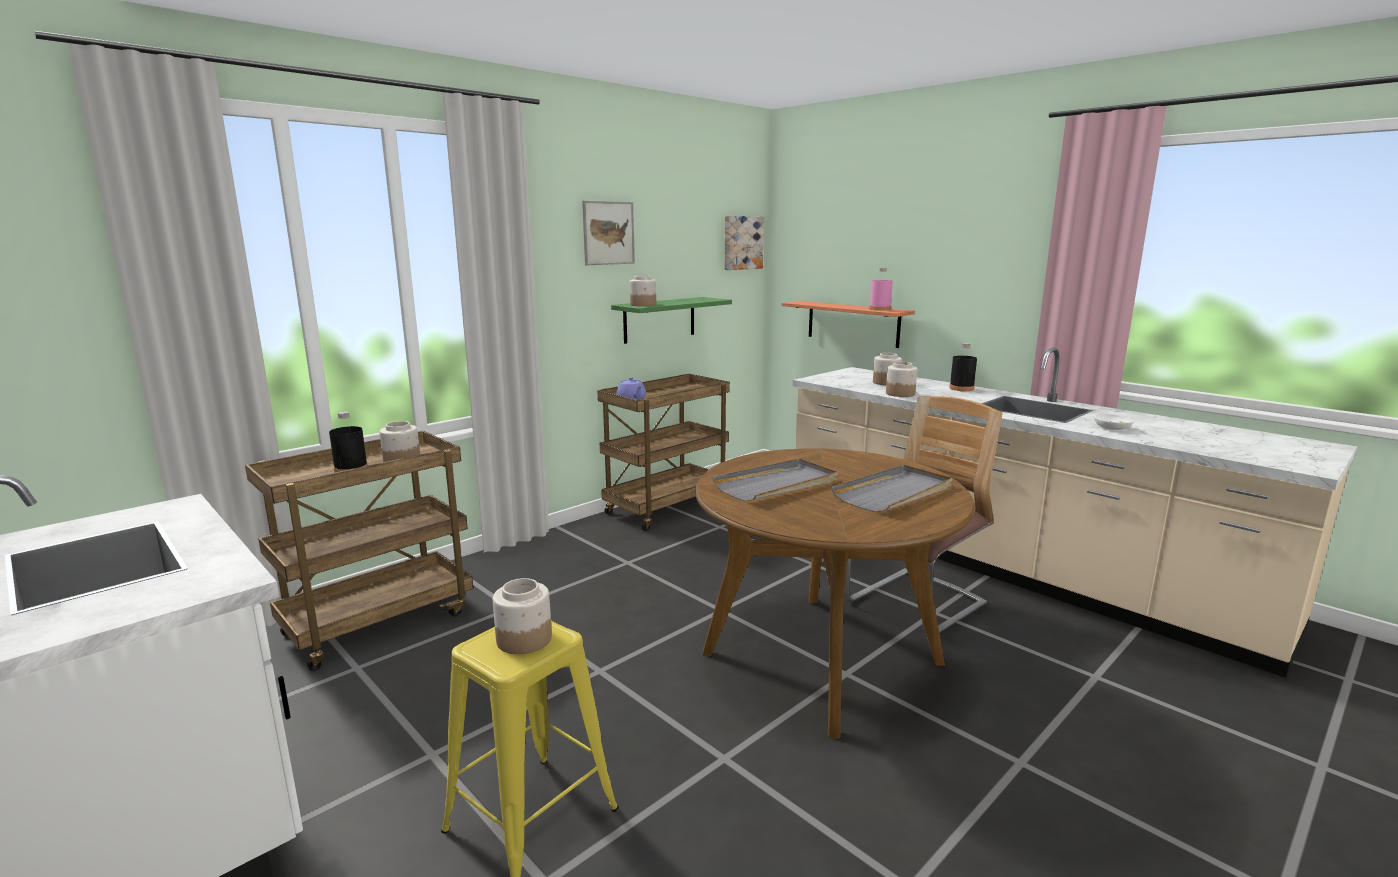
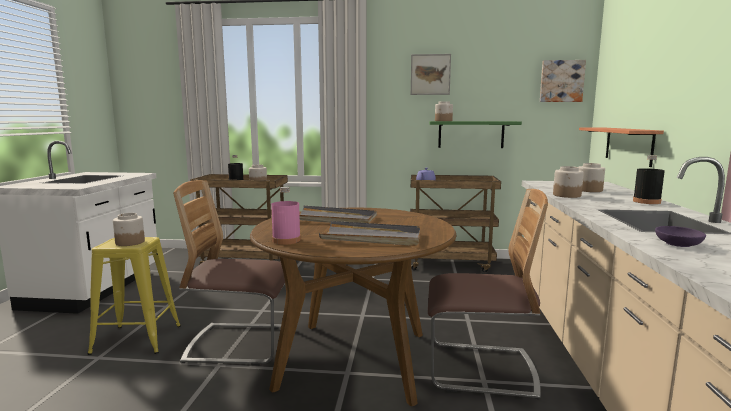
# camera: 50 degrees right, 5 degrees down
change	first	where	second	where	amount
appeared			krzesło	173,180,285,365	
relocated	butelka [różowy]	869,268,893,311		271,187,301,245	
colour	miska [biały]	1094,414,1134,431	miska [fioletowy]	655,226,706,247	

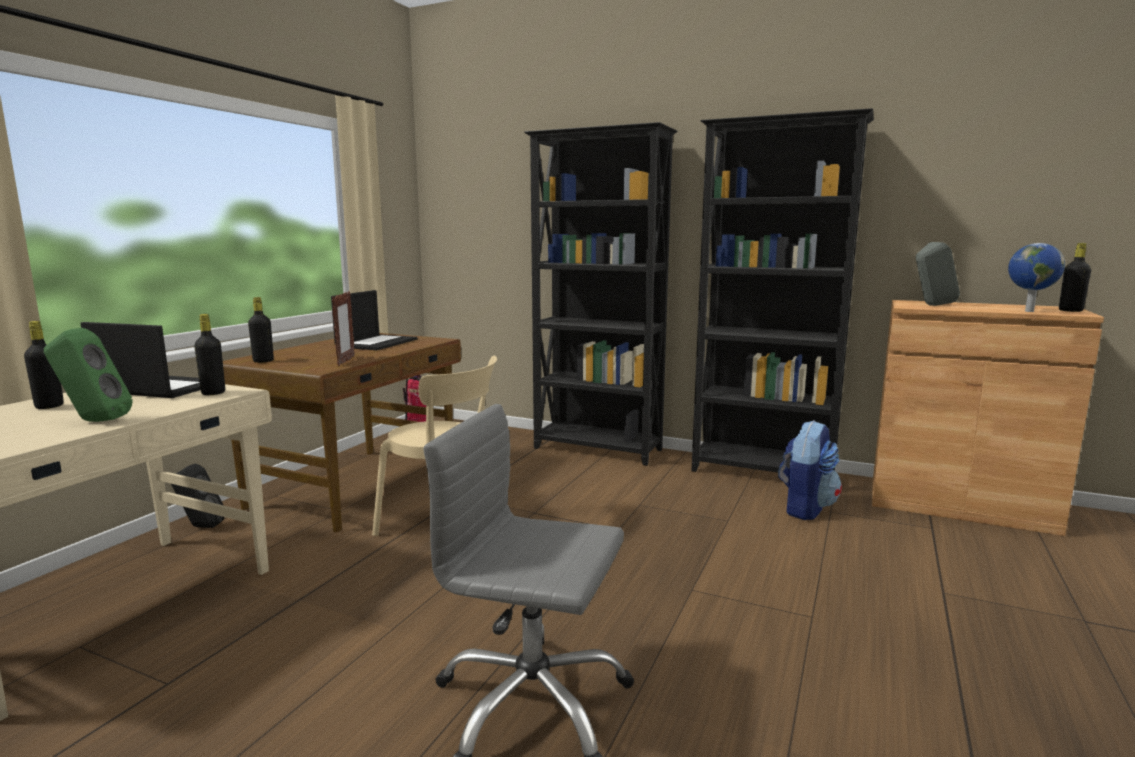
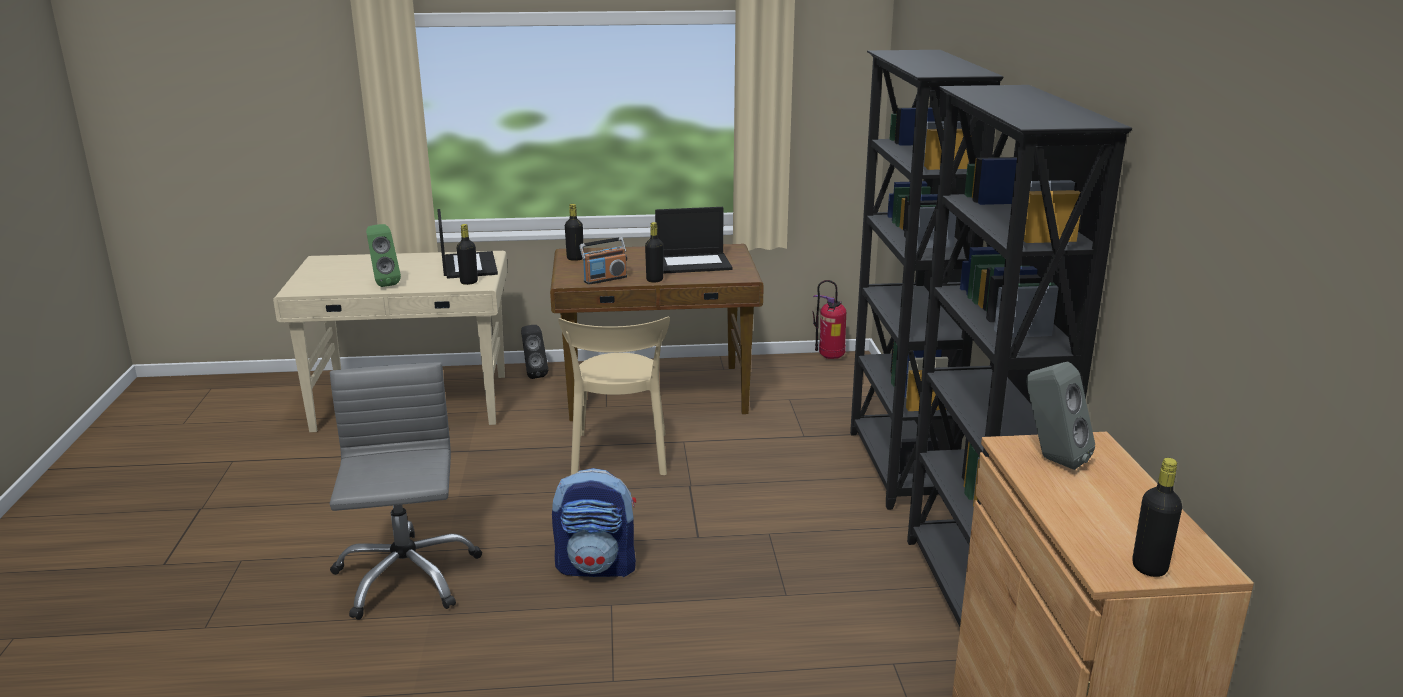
# camera: 60 degrees right, 10 degrees up
change	first	where	second	where	amount
relocated	plecak	778,420,842,520		552,468,636,577	
exchanged	ramka na zdjęcie	332,291,355,366	radio	579,237,627,285	
relocated	butelka [czarny]	24,321,64,409		645,222,663,283	
missing	globus	1008,243,1065,312			

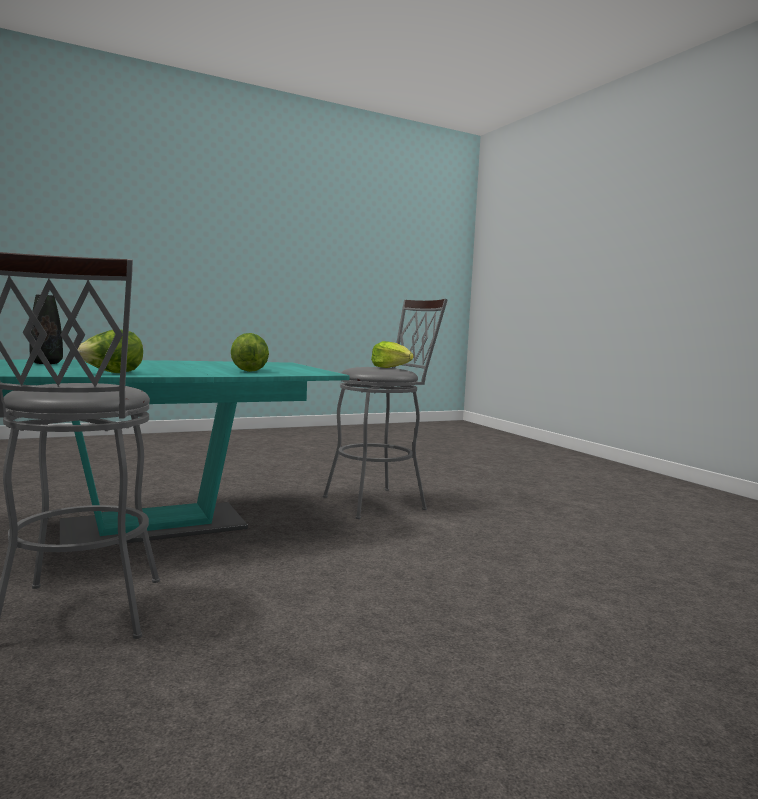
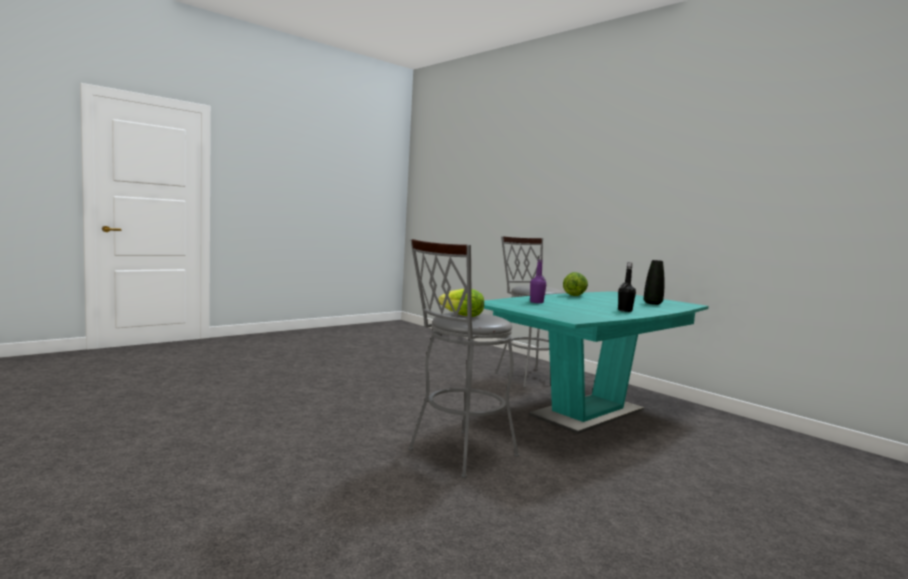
# camera: 165 degrees right, 0 degrees up
change	first	where	second	where	amount
exchanged	sałata	231,333,269,372	butelka [fioletowy]	530,255,547,303	
appeared			butelka [czarny]	618,262,636,312	

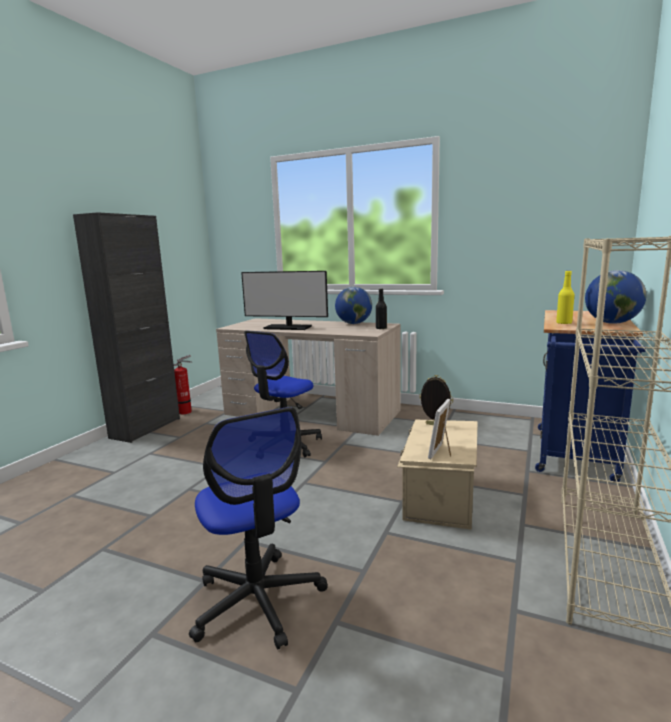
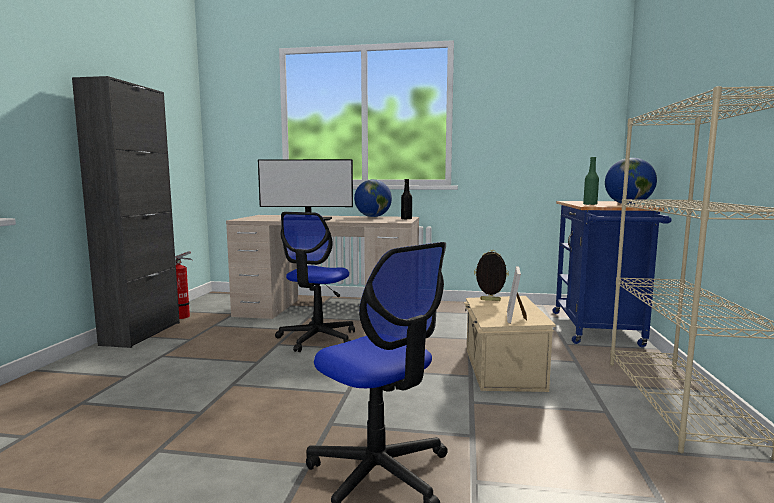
# camera: 15 degrees left, 5 degrees down
change	first	where	second	where	amount
colour	butelka [żółty]	556,271,575,324	butelka [zielony]	583,157,599,205	

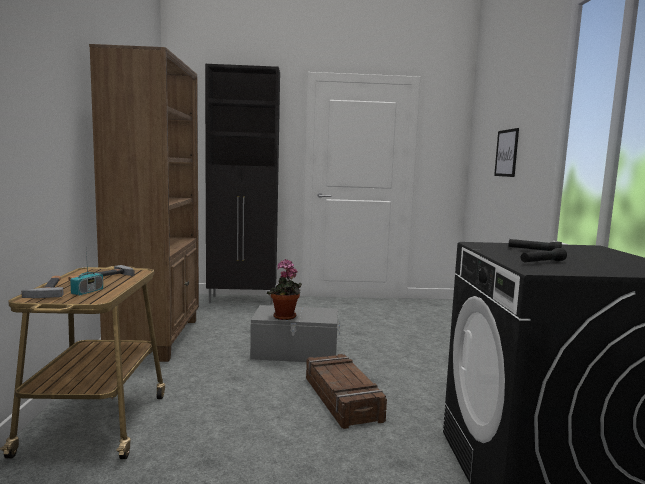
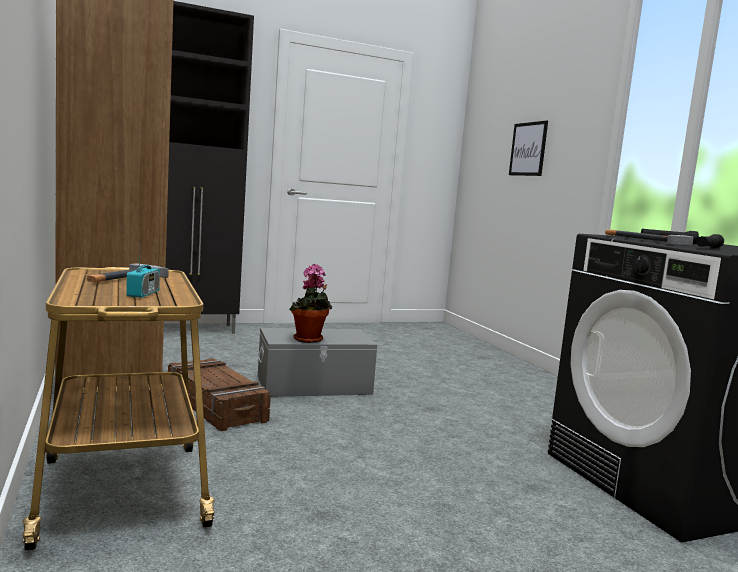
# camera: 20 degrees left, 0 degrees up
change	first	where	second	where	amount
relocated	skrzynka	306,354,387,429		168,358,271,431	
relocated	młotek	21,276,64,298		605,230,694,246	

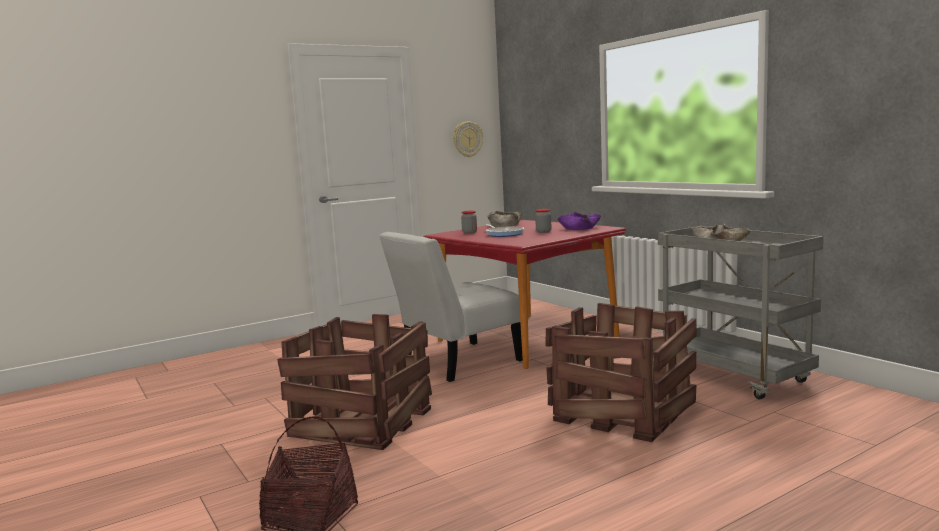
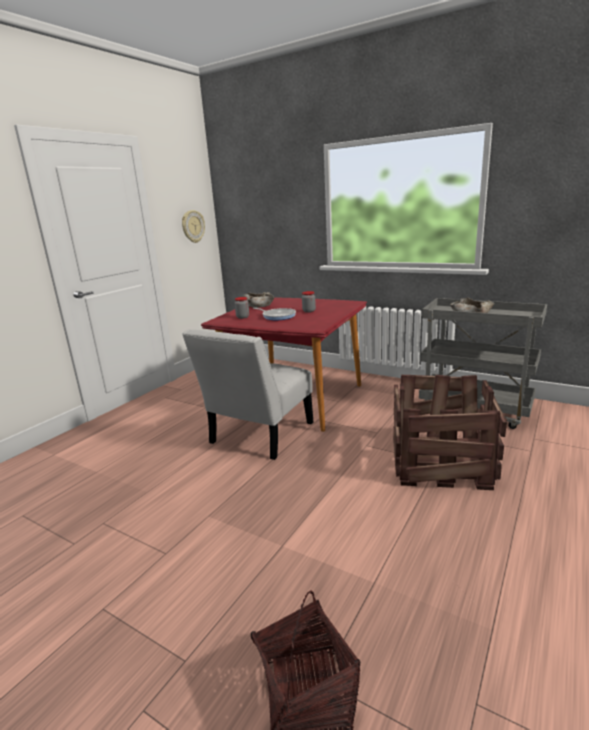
# camera: 25 degrees left, 10 degrees up
change	first	where	second	where	amount
missing	skrzynka	277,314,432,450			
missing	miska [fioletowy]	557,212,601,230			

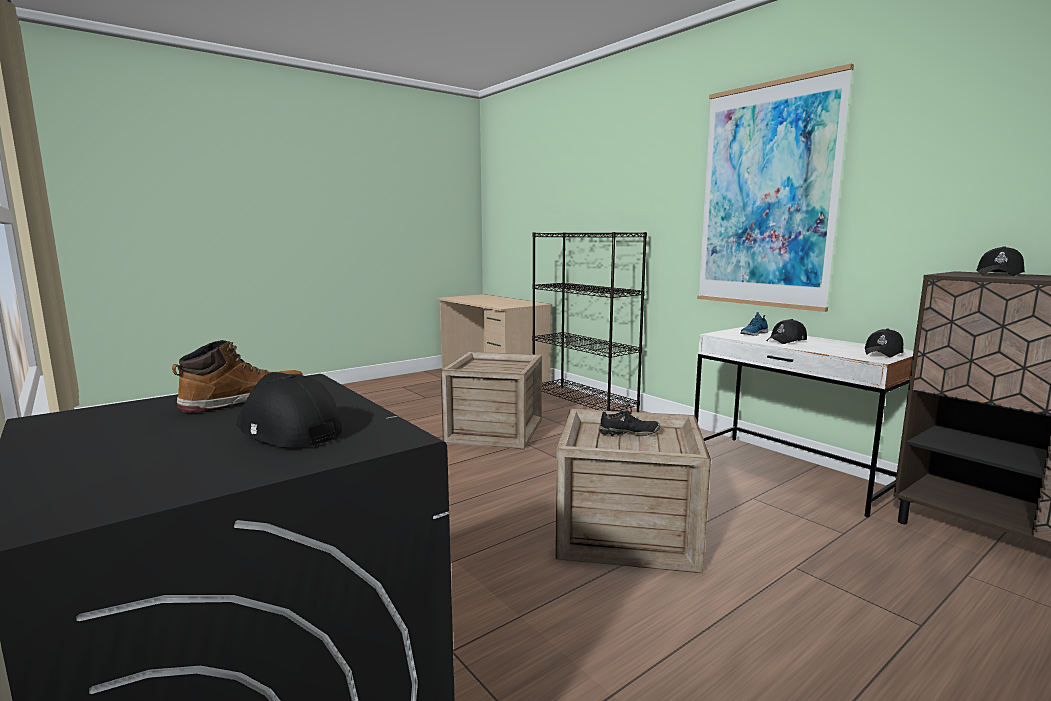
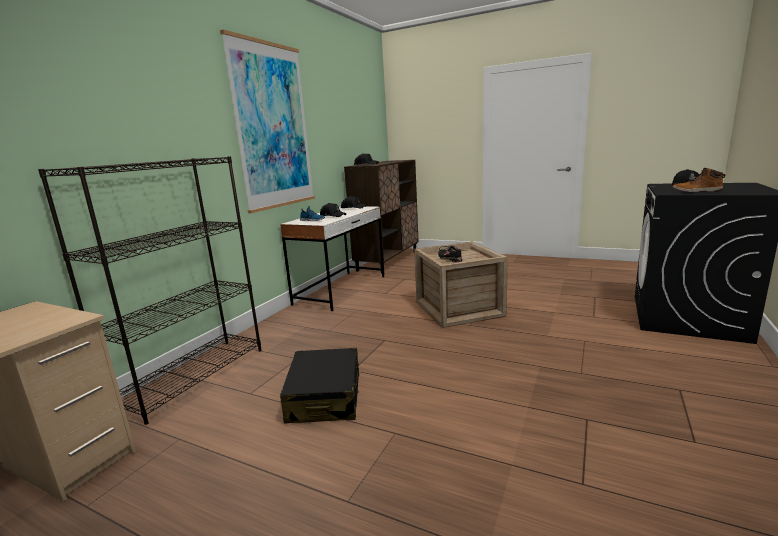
# camera: 115 degrees left, 5 degrees up
change	first	where	second	where	amount
exchanged	skrzynka	441,352,542,449	walizka [czarny]	280,348,359,423	

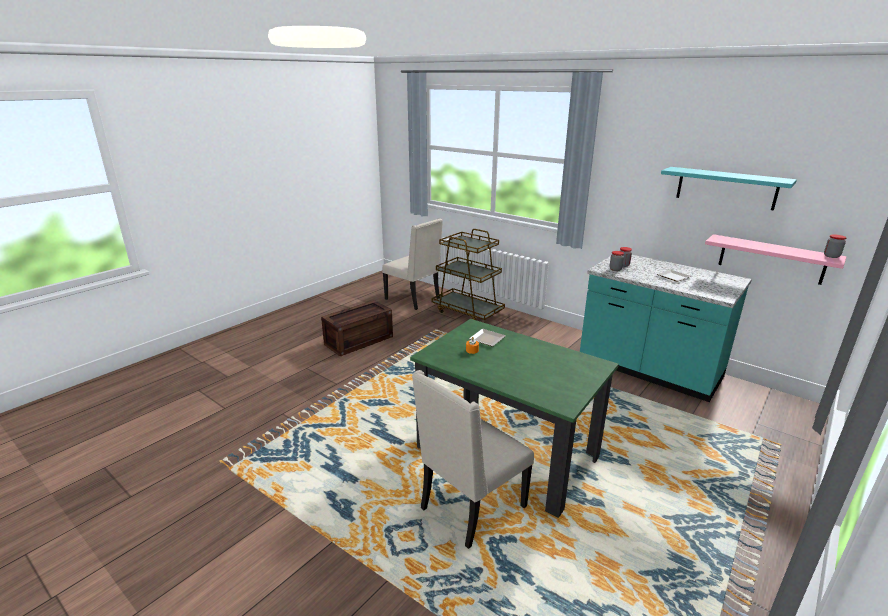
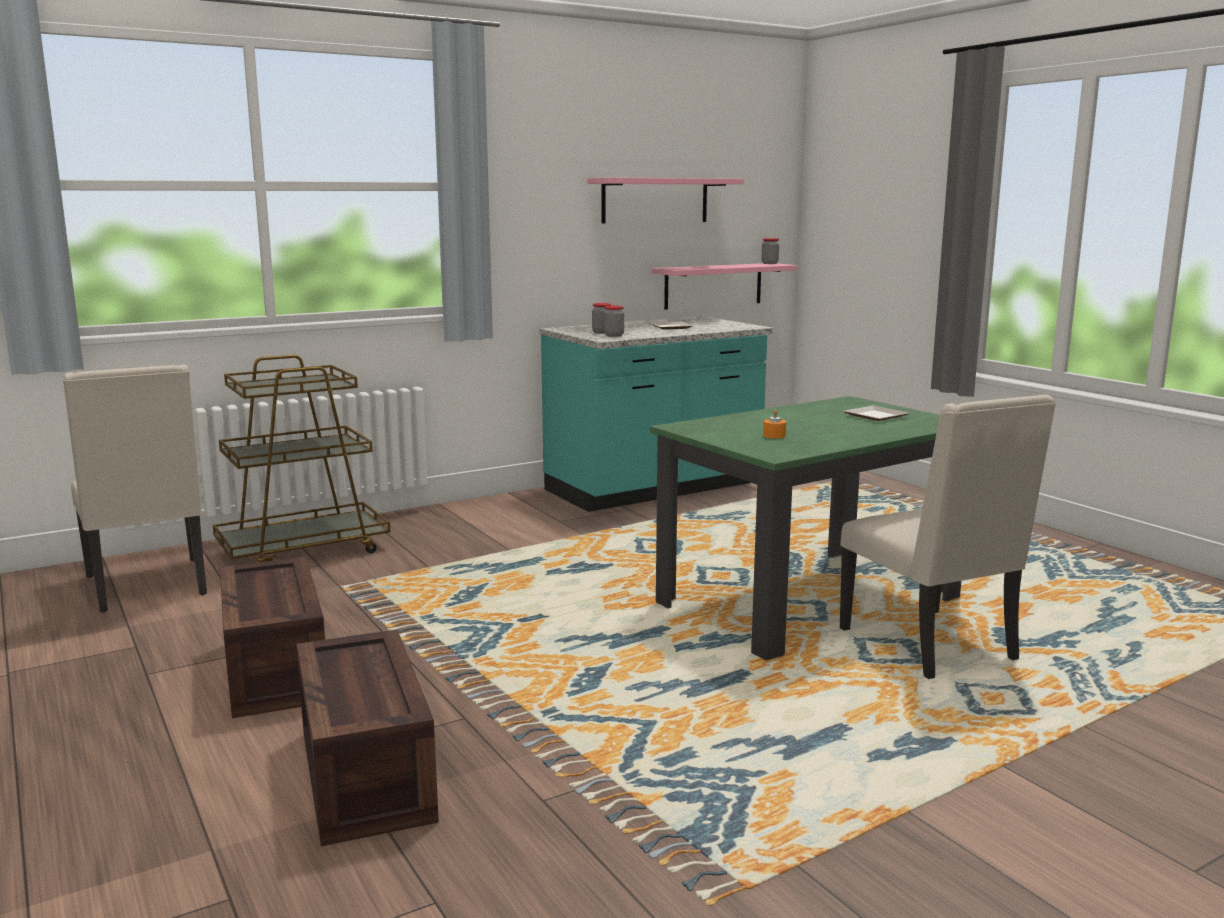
# camera: 70 degrees left, 10 degrees down
change	first	where	second	where	amount
spun	krzesło [beżowy]	382,218,443,310		63,365,207,612	90 degrees clockwise
appeared			skrzynka	296,630,439,846	
colour	półka [turkusowy]	661,167,797,211	półka [różowy]	587,177,744,224	
relocated	talerz	469,329,506,347		843,405,910,421	

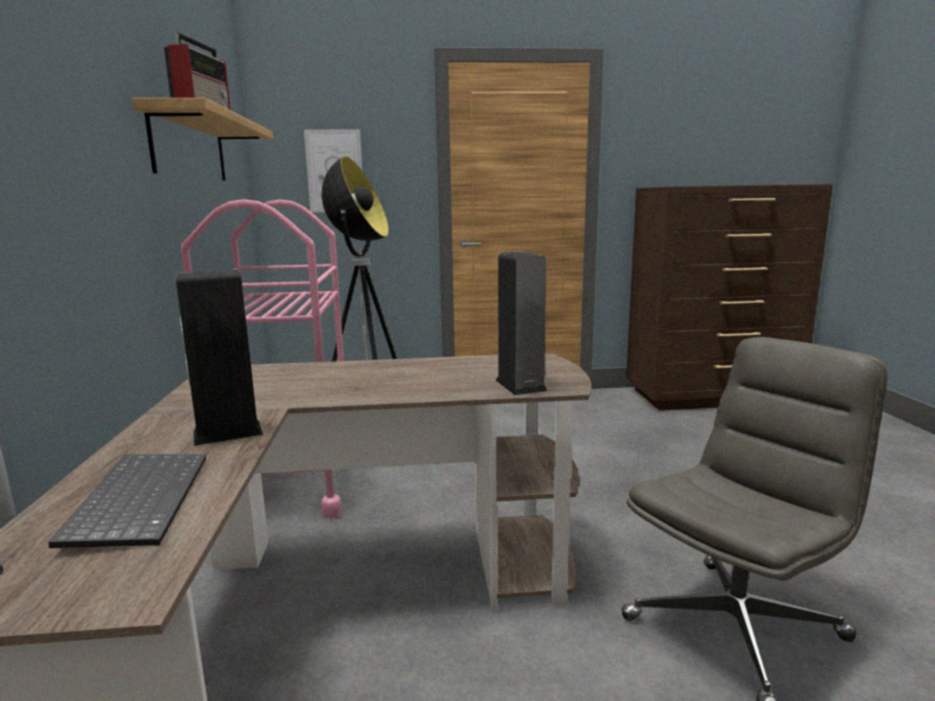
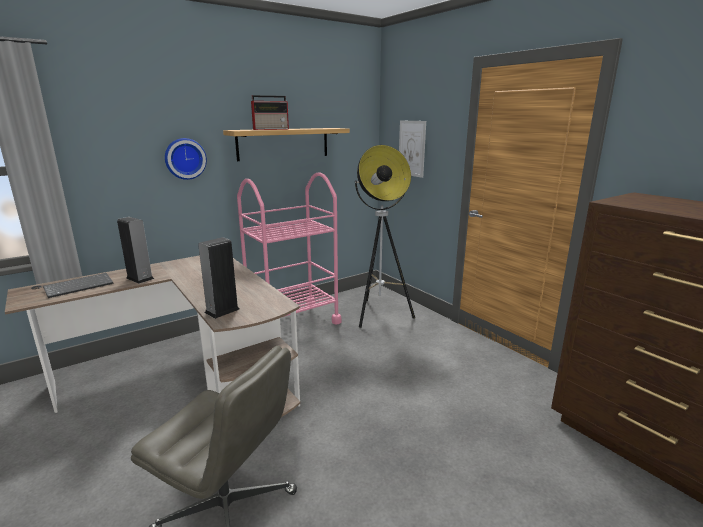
# camera: 60 degrees right, 5 degrees up
change	first	where	second	where	amount
appeared			zegar ścienny	165,138,207,180	

